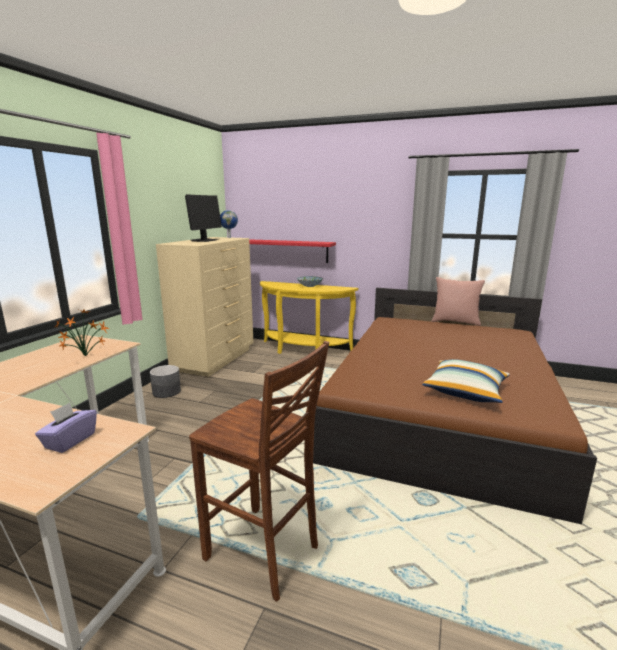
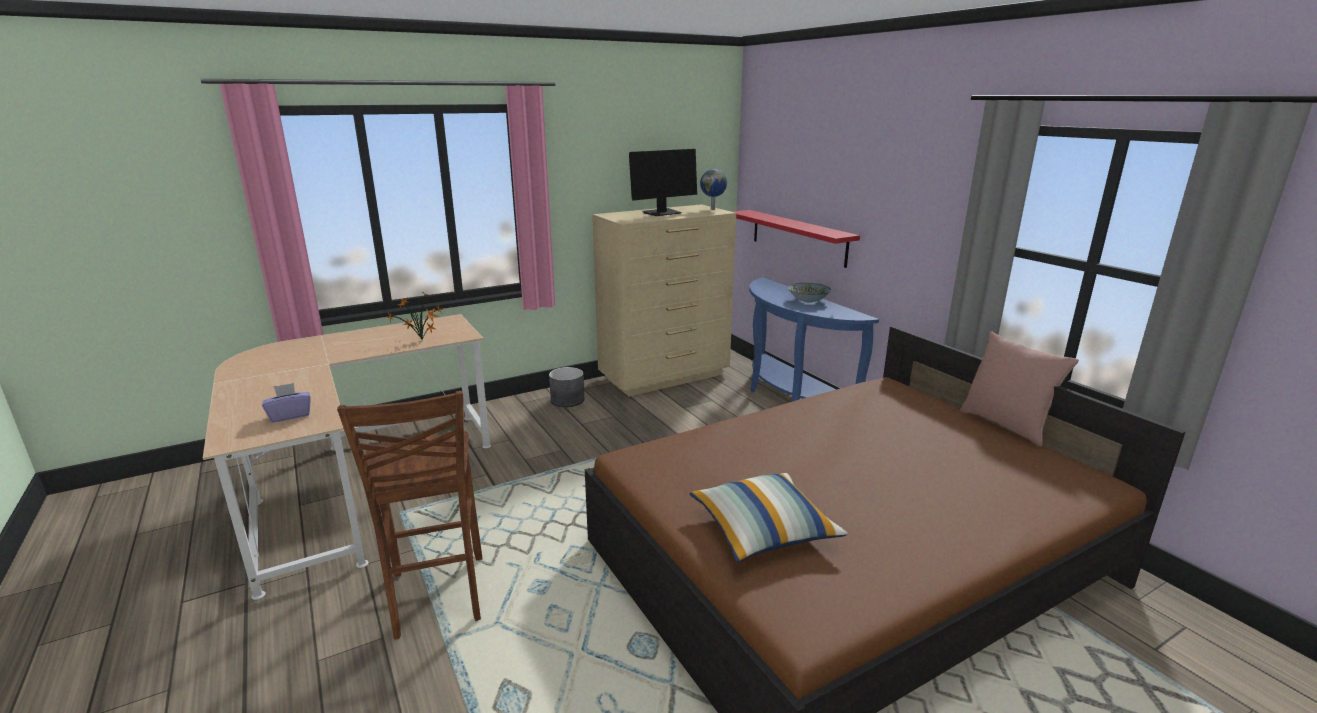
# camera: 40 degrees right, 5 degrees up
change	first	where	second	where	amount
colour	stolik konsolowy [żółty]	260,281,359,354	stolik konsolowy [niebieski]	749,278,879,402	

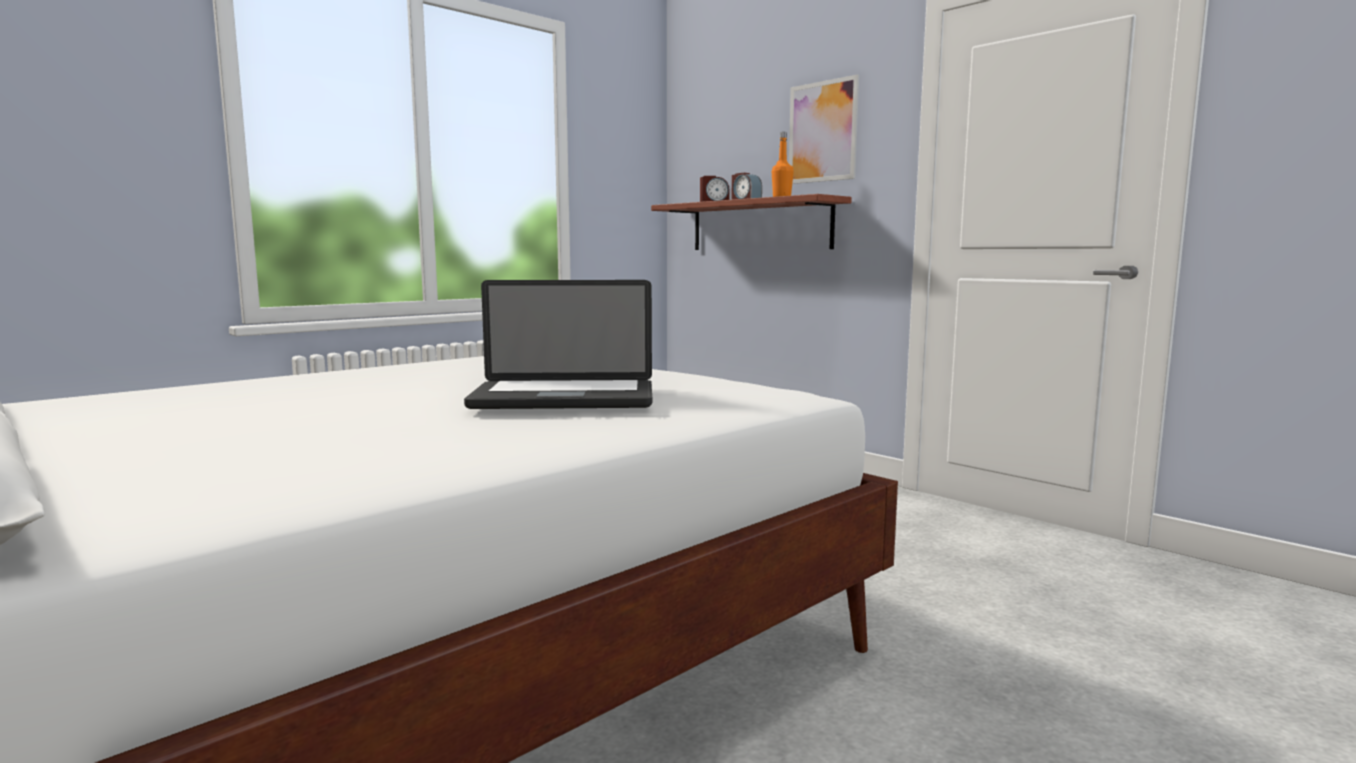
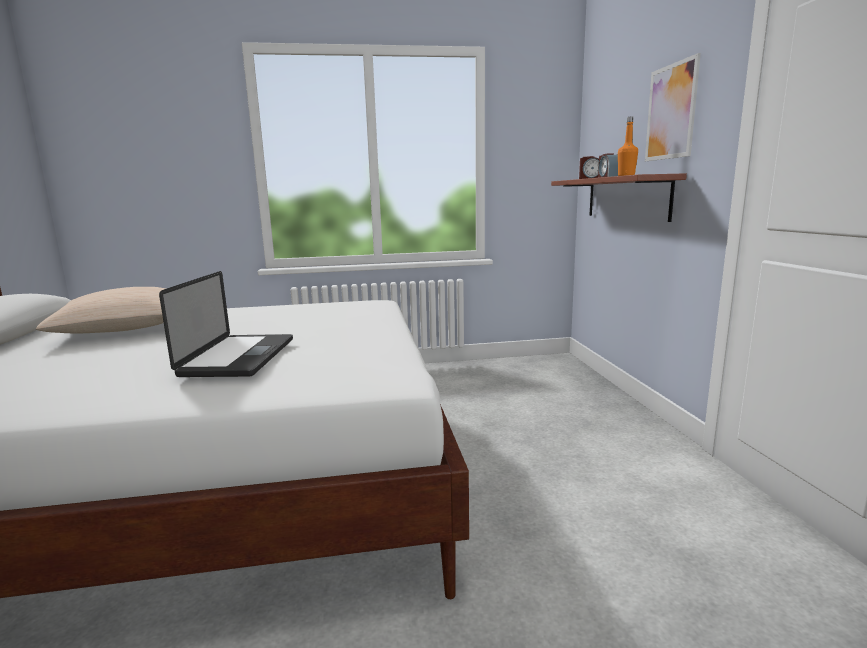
# camera: 35 degrees right, 5 degrees up
change	first	where	second	where	amount
appeared			poduszka [beżowy]	36,287,166,333	
spun	laptop	464,280,652,409		159,271,293,377	120 degrees counterclockwise

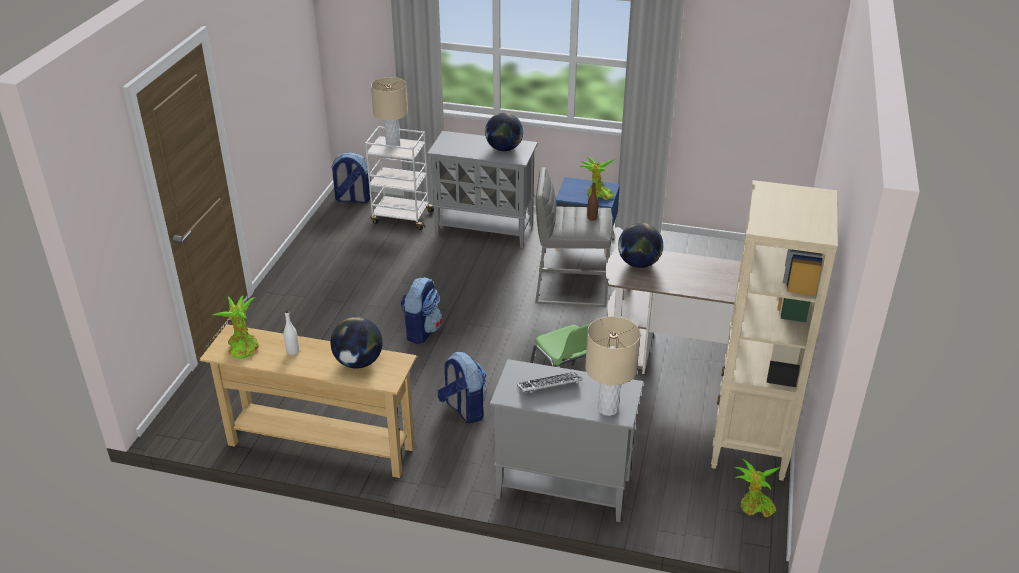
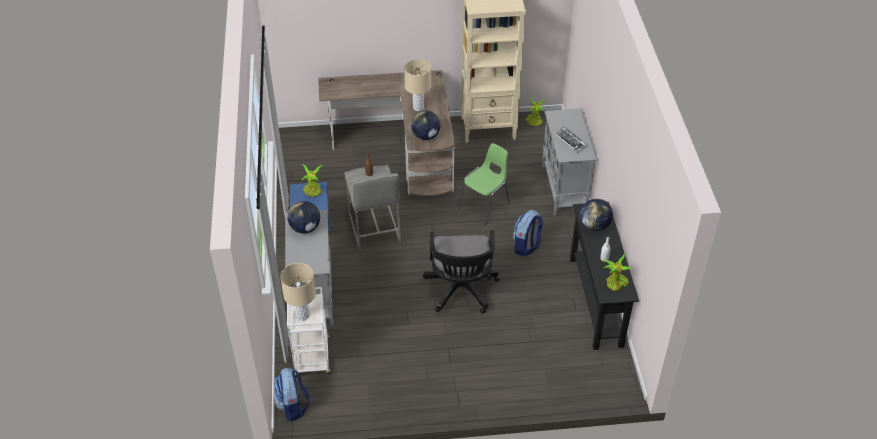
# camera: 110 degrees left, 10 degrees up
change	first	where	second	where	amount
relocated	lampa stołowa [beżowy]	585,316,640,416		404,59,431,111	
exchanged	plecak	400,277,442,344	krzesło biurowe [czarny]	423,231,499,314	
colour	stolik konsolowy [beżowy]	200,324,417,478	stolik konsolowy [czarny]	570,202,639,350	

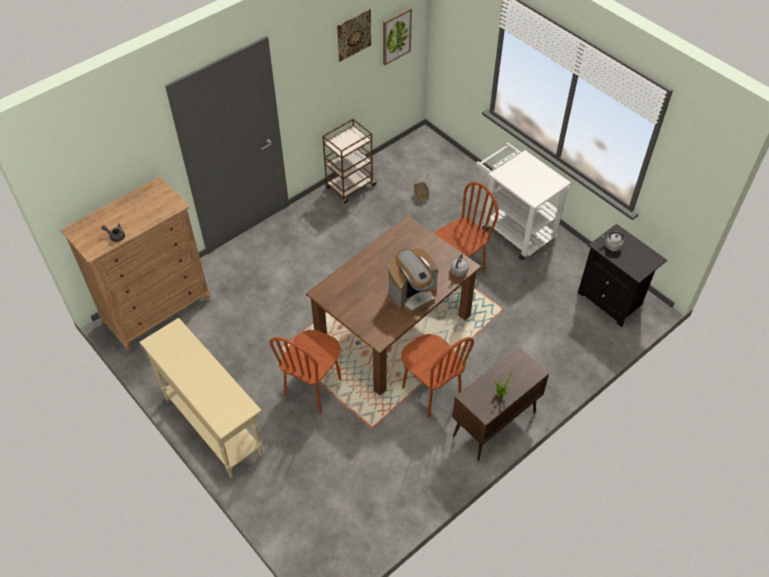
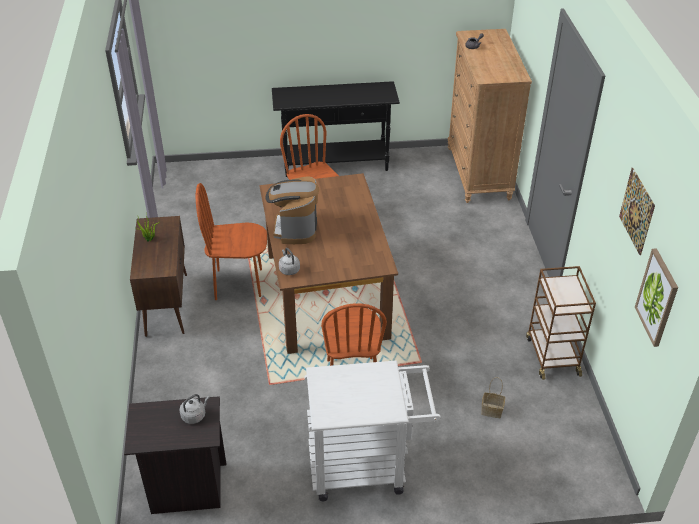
# camera: 125 degrees right, 10 degrees down
change	first	where	second	where	amount
colour	stolik konsolowy [beżowy]	139,318,263,478	stolik konsolowy [czarny]	272,81,400,177	

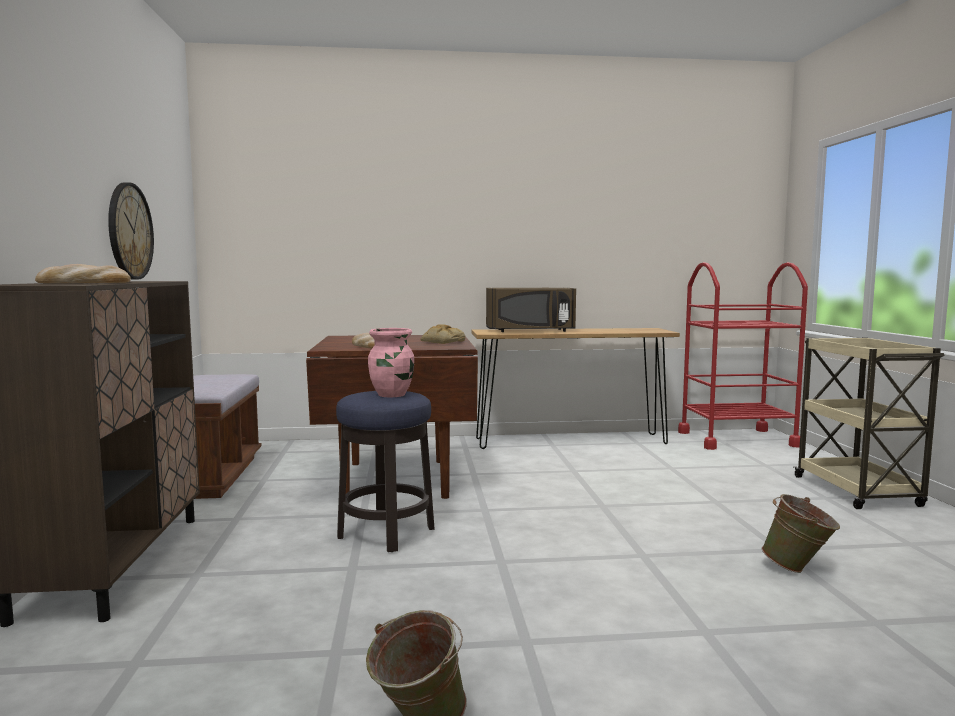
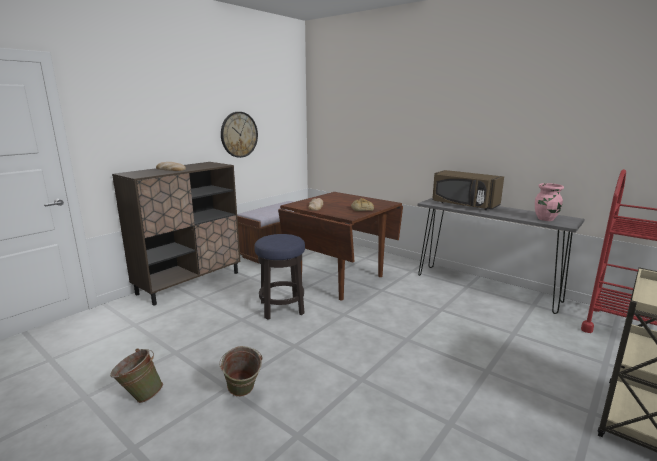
# camera: 45 degrees right, 10 degrees up
change	first	where	second	where	amount
relocated	wiadro [zielony]	762,494,840,573		219,346,263,397	
colour	stolik konsolowy [brązowy]	472,328,680,449	stolik konsolowy [szary]	418,198,585,314	
relocated	wazon [różowy]	368,328,414,397		535,183,564,221	

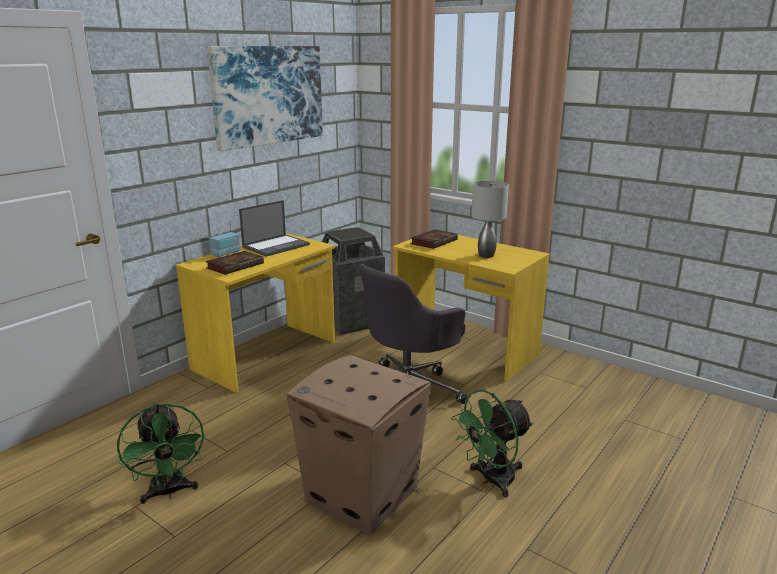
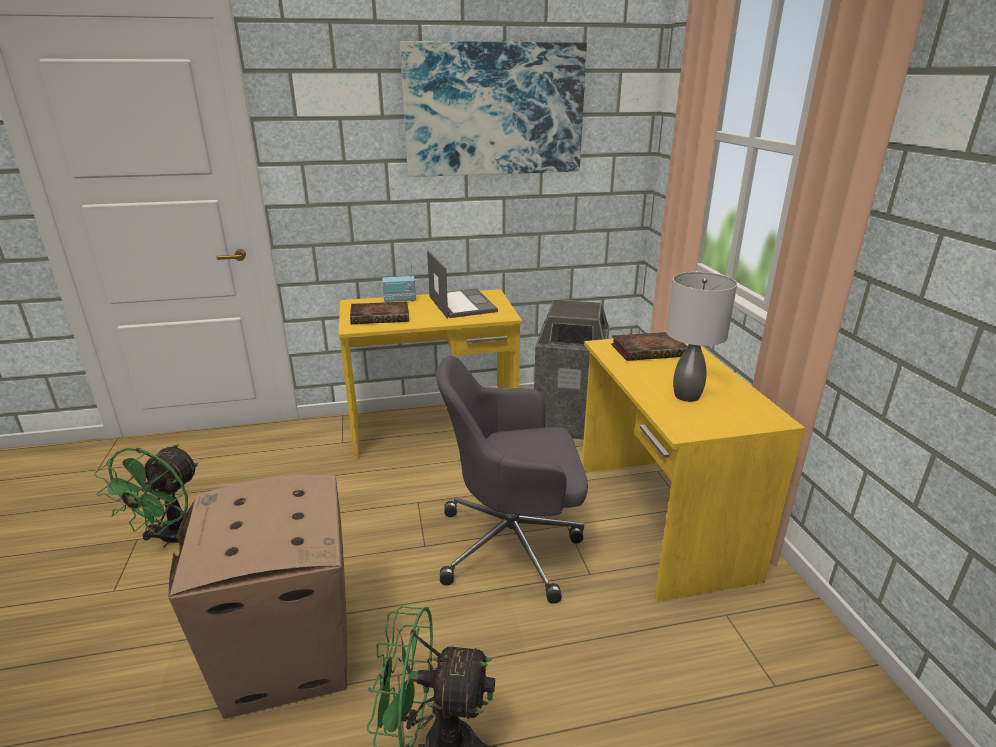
# camera: 40 degrees right, 5 degrees up
change	first	where	second	where	amount
spun	laptop	239,200,310,257		427,250,498,318	105 degrees counterclockwise

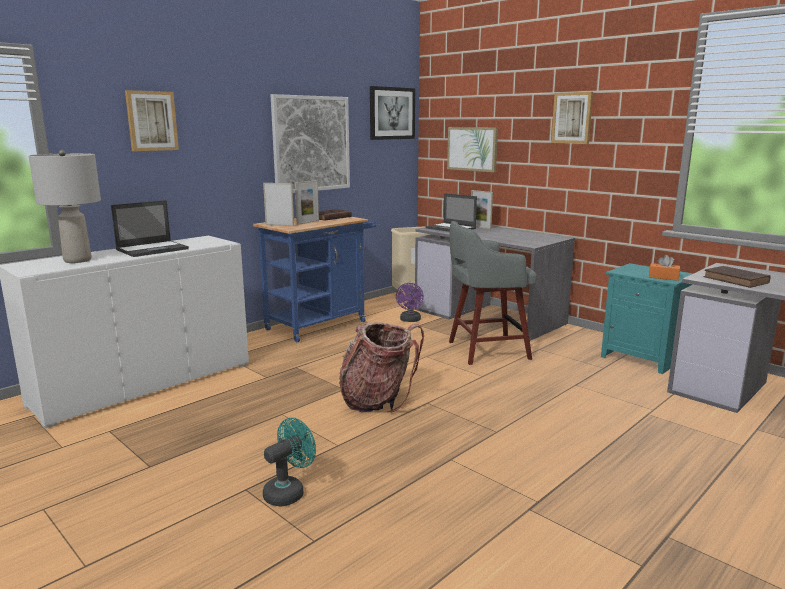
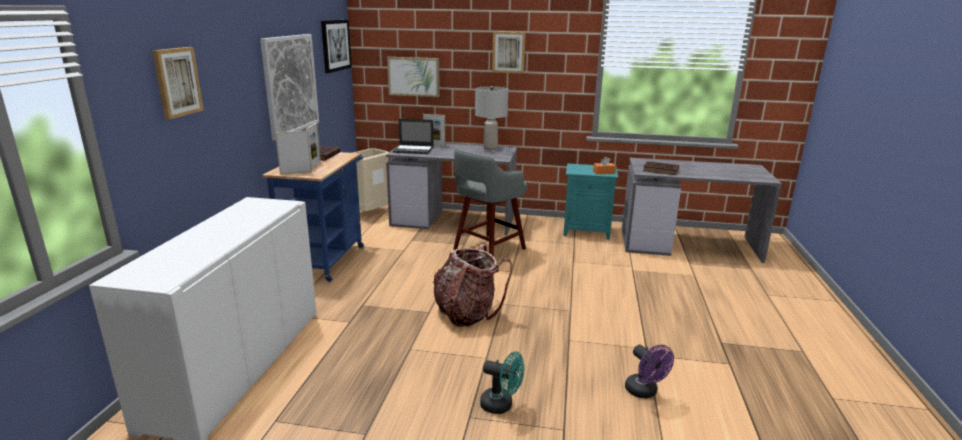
# camera: 35 degrees left, 5 degrees up
change	first	where	second	where	amount
relocated	lampa stołowa [szary]	29,150,101,263		475,86,508,150	
spun	wentylator [turkusowy]	263,418,316,506		480,351,524,414	105 degrees clockwise
relocated	wentylator [fioletowy]	396,283,424,322		625,345,674,398	
missing	laptop	111,200,189,257			

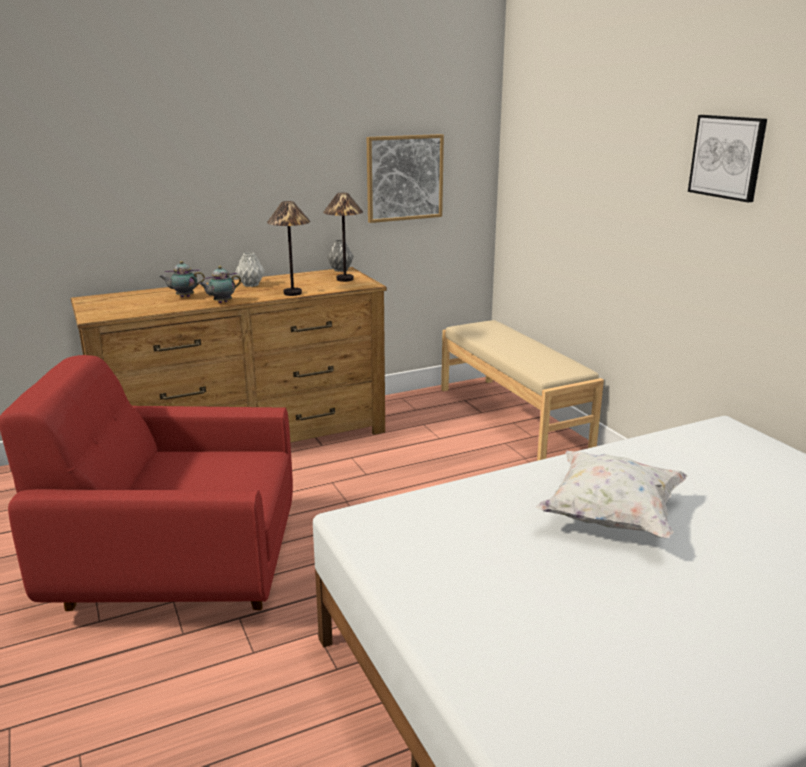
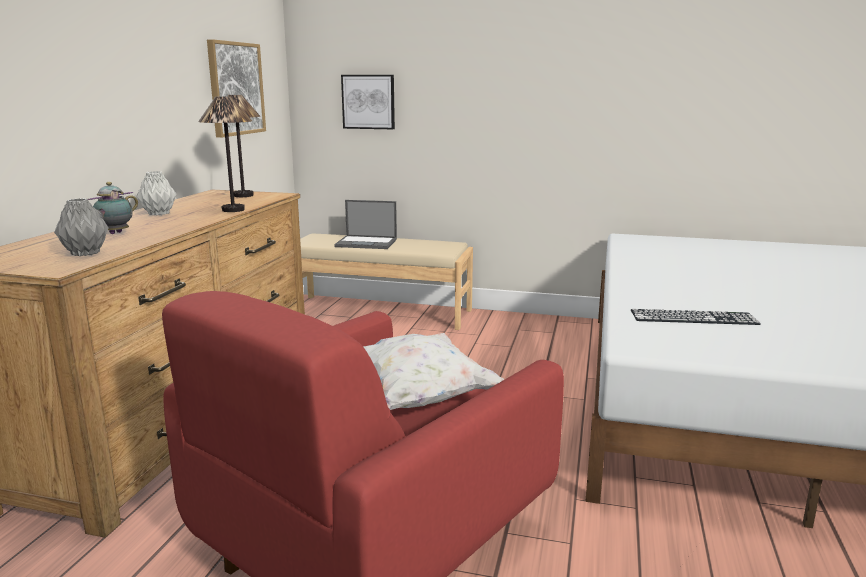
# camera: 50 degrees left, 5 degrees down
change	first	where	second	where	amount
relocated	wazon [szary]	327,240,354,272		54,198,109,256	
appeared			laptop	334,200,397,249	
relocated	obraz	688,115,767,202		341,75,395,129	
relocated	poduszka [biały]	536,451,688,538		363,333,504,410	
appeared			klawiatura	631,309,761,325	
missing	imbryk	199,266,241,303			

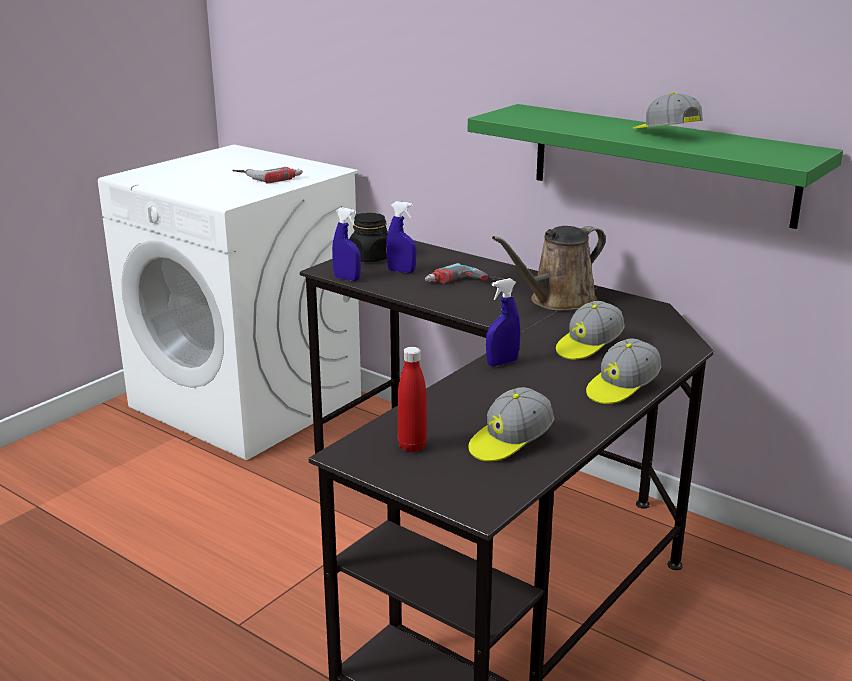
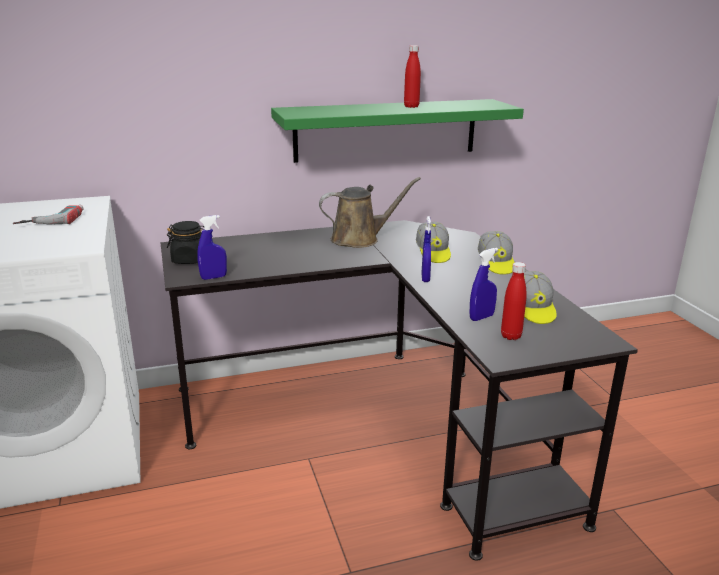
# camera: 55 degrees left, 0 degrees up
change	first	where	second	where	amount
spun	konewka [brązowy]	492,226,606,311		319,177,421,248	105 degrees counterclockwise
exchanged	czapka z daszkiem	633,92,703,129	butelka [czerwony]	404,45,421,108	
relocated	spryskiwacz [niebieski]	386,201,417,273		470,248,498,321	
missing	wiertarka	425,263,504,284			

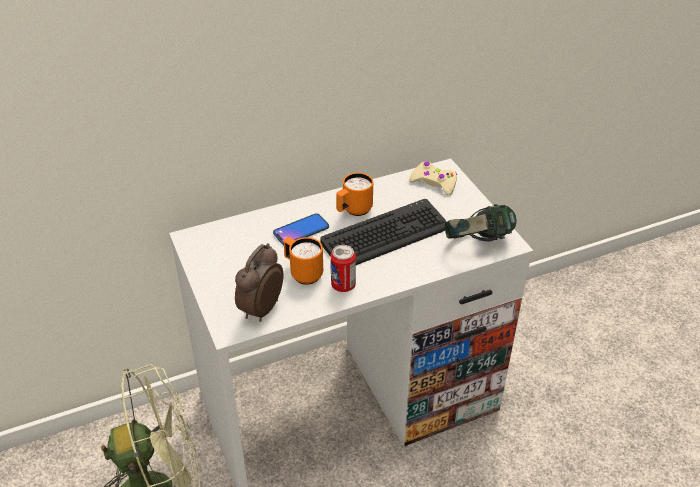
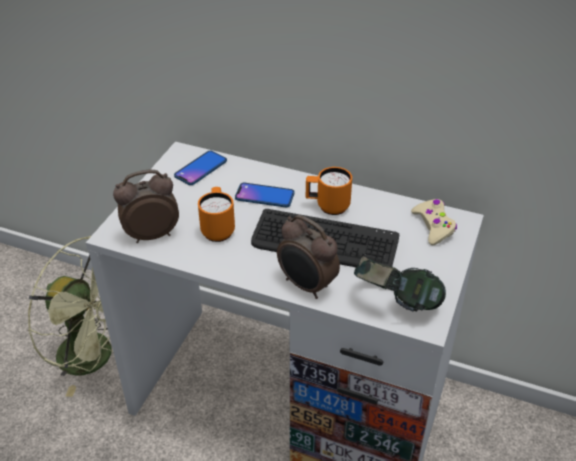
# camera: 45 degrees right, 0 degrees up
change	first	where	second	where	amount
appeared			telefon	174,151,227,185	
appeared			budzik	277,215,340,299	
missing	puszka	331,245,356,292			

